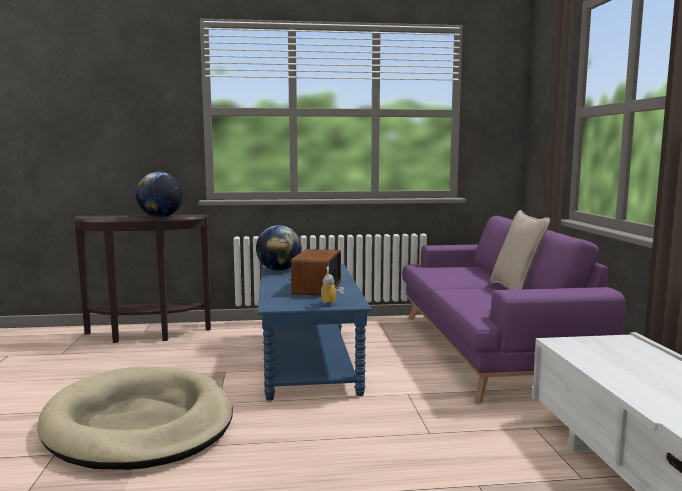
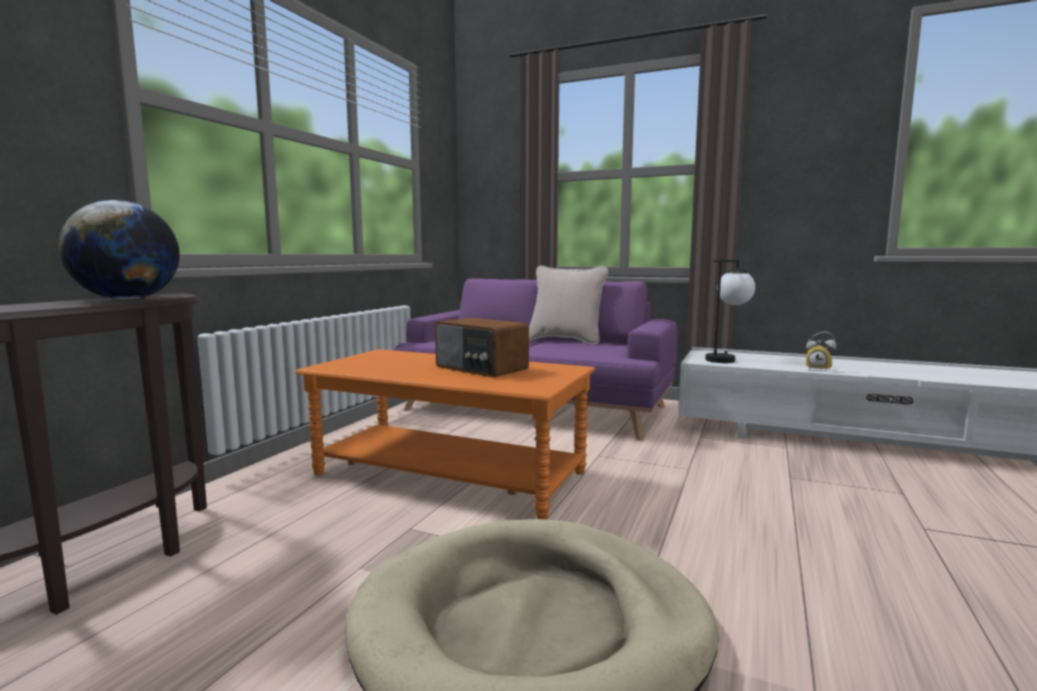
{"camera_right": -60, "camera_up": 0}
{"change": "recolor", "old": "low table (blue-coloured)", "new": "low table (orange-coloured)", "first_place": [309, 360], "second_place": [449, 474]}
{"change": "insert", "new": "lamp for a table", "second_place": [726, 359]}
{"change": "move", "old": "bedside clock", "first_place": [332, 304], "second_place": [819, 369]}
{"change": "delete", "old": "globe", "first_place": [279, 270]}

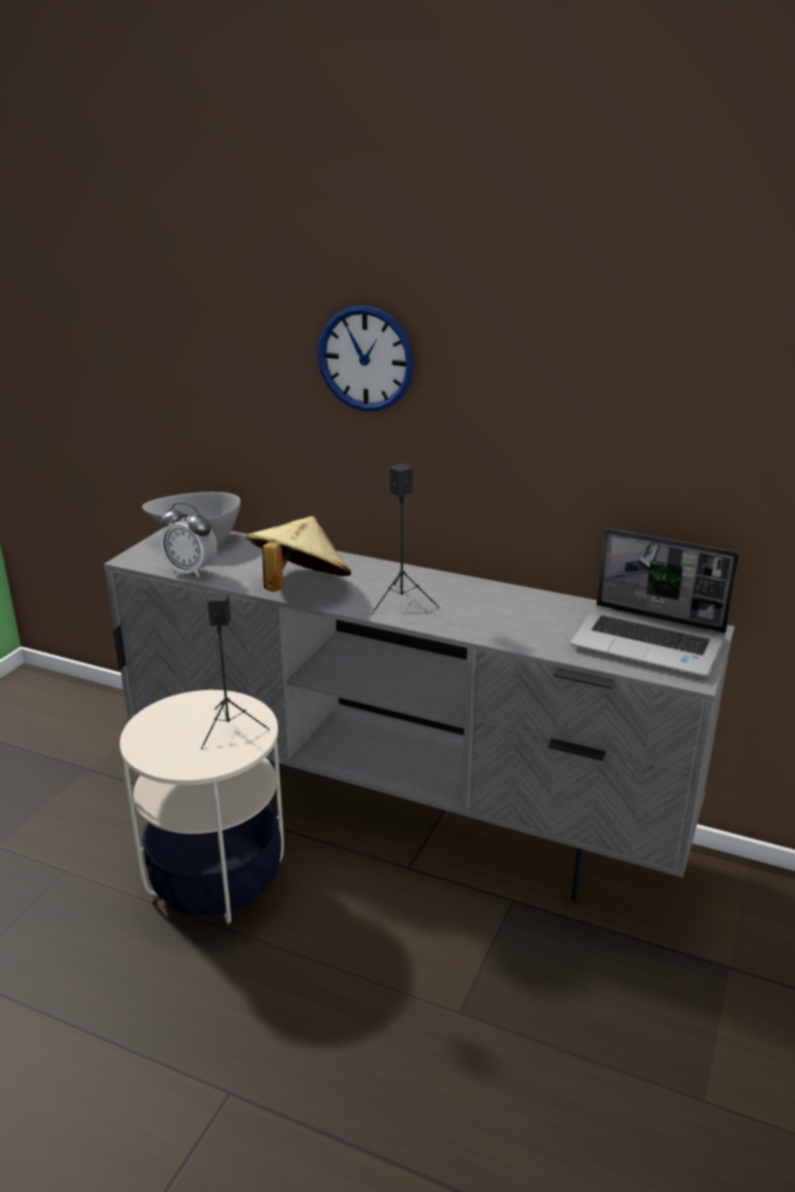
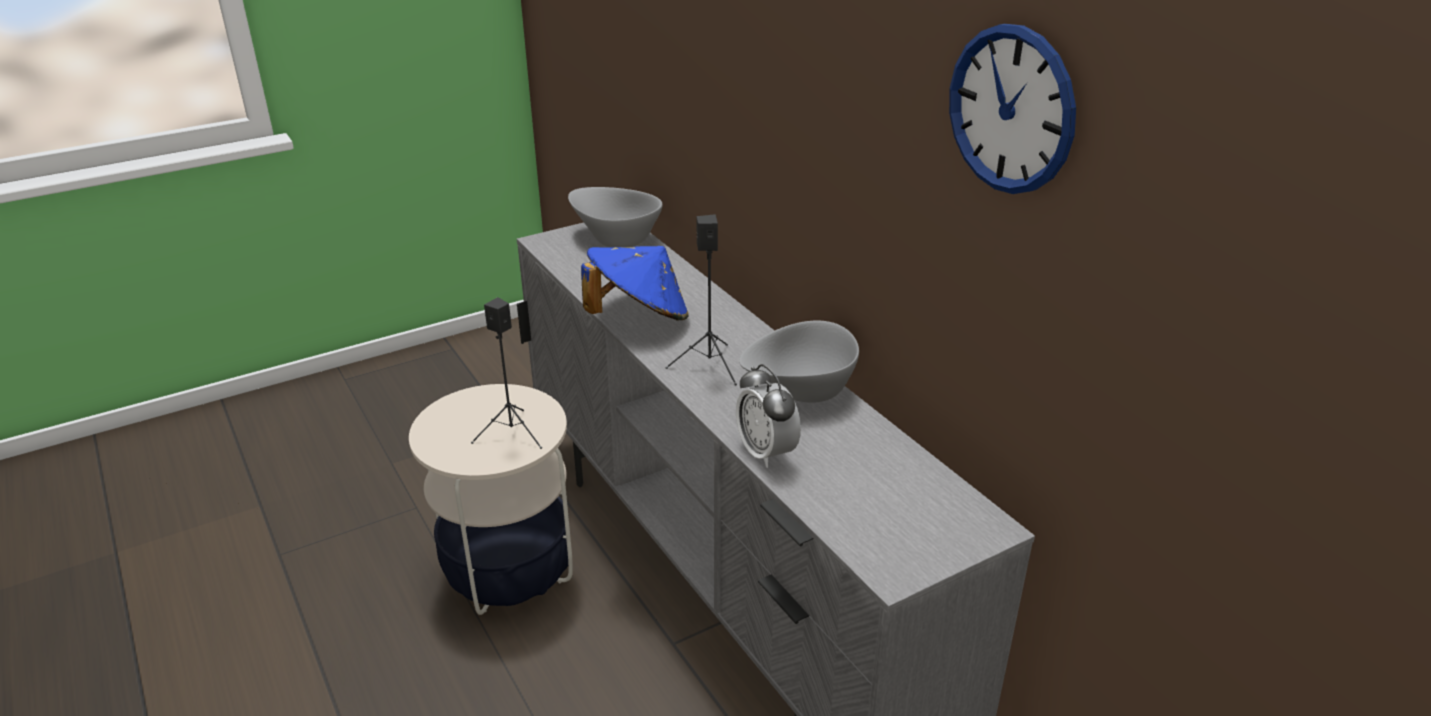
{"camera_right": 35, "camera_up": 5}
{"change": "recolor", "old": "wearable hat (beige-coloured)", "new": "wearable hat (blue-coloured)", "first_place": [299, 587], "second_place": [638, 316]}
{"change": "move", "old": "bedside clock", "first_place": [191, 571], "second_place": [766, 452]}
{"change": "insert", "new": "deep dish (grey)", "second_place": [800, 392]}
{"change": "move", "old": "hanging clock", "first_place": [366, 359], "second_place": [1011, 110]}
{"change": "delete", "old": "laptop", "first_place": [650, 643]}

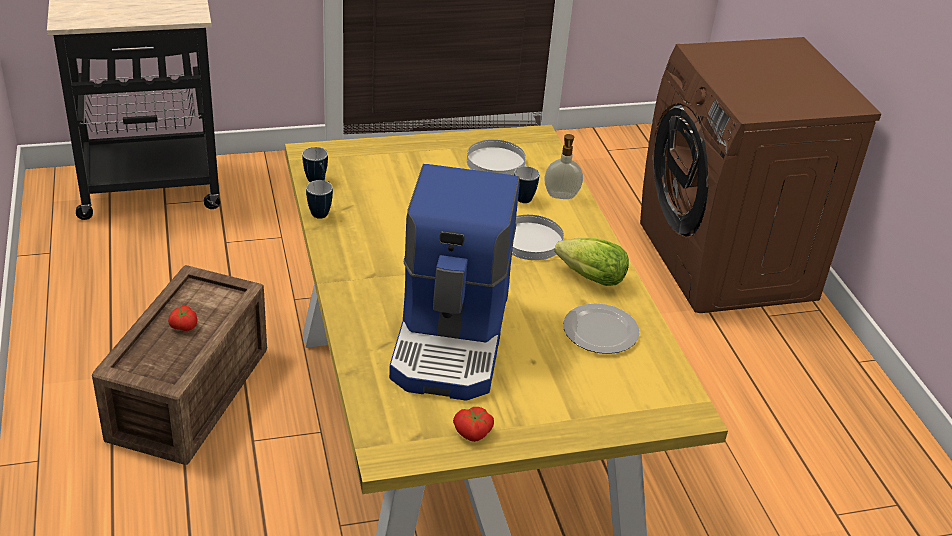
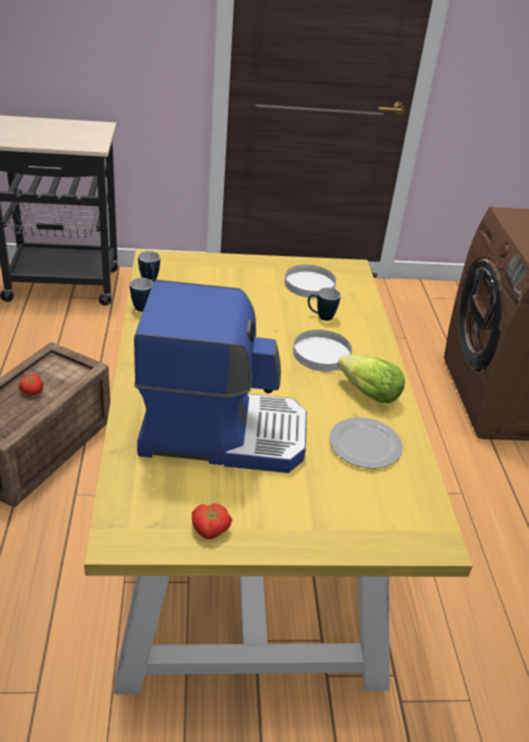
{"camera_right": 10, "camera_up": 0}
{"change": "rotate", "old": "coffee brewer", "first_place": [453, 338], "second_place": [222, 432], "degrees": -105}
{"change": "delete", "old": "soap dispenser", "first_place": [561, 196]}

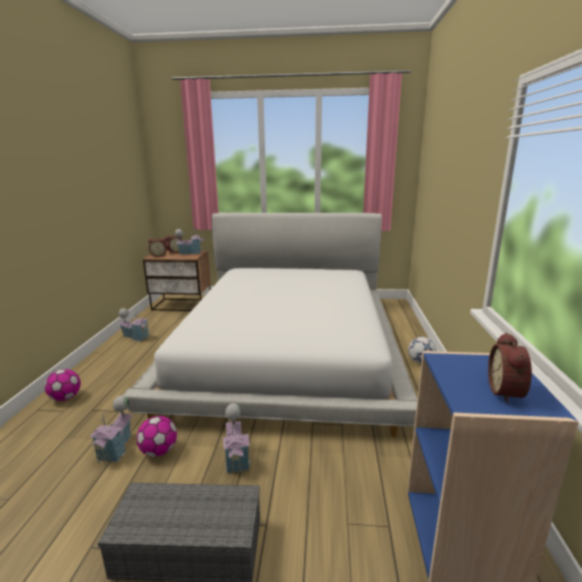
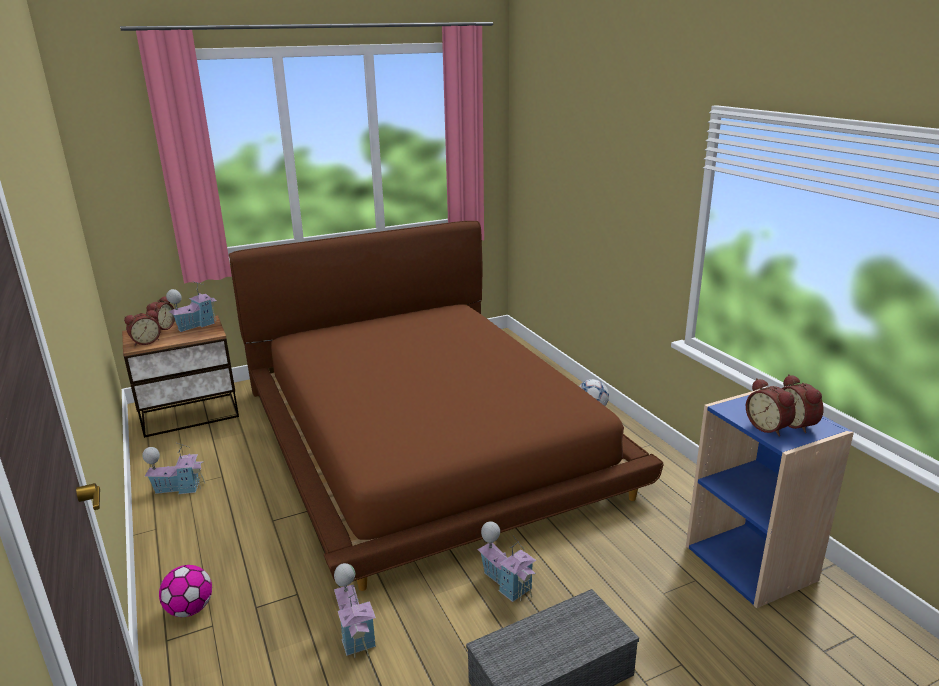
{"camera_right": -30, "camera_up": 5}
{"change": "recolor", "old": "bedroom bed (white-coloured)", "new": "bedroom bed (brown-coloured)", "first_place": [287, 347], "second_place": [425, 436]}
{"change": "insert", "new": "bedside clock", "second_place": [768, 427]}
{"change": "delete", "old": "football", "first_place": [159, 451]}

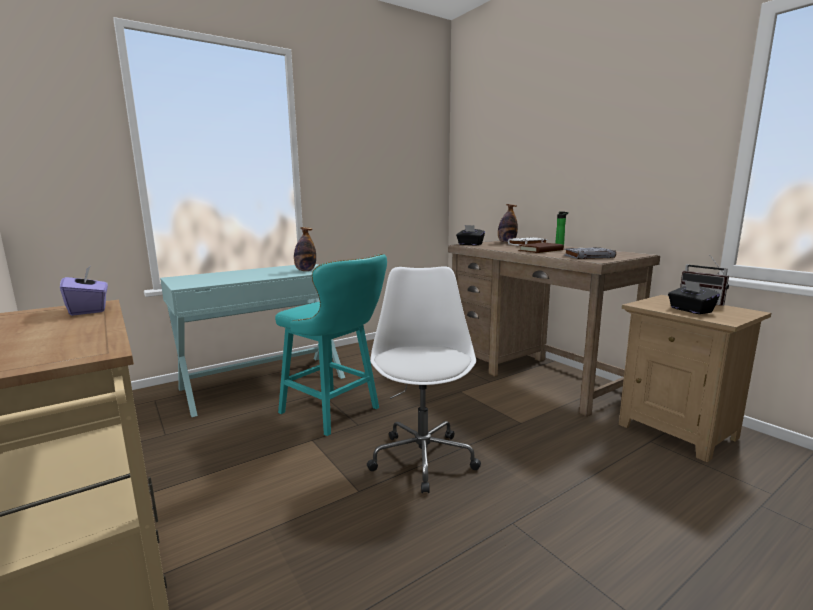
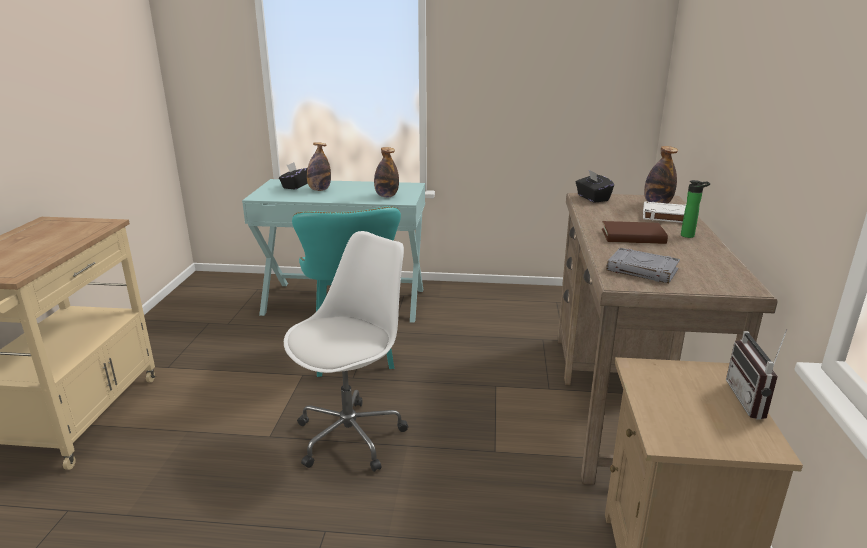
{"camera_right": 40, "camera_up": 10}
{"change": "move", "old": "box of tissues (black-coloured)", "first_place": [690, 310], "second_place": [295, 186]}
{"change": "insert", "new": "drink bottle", "second_place": [319, 190]}
{"change": "delete", "old": "box of tissues (purplish)", "first_place": [89, 309]}

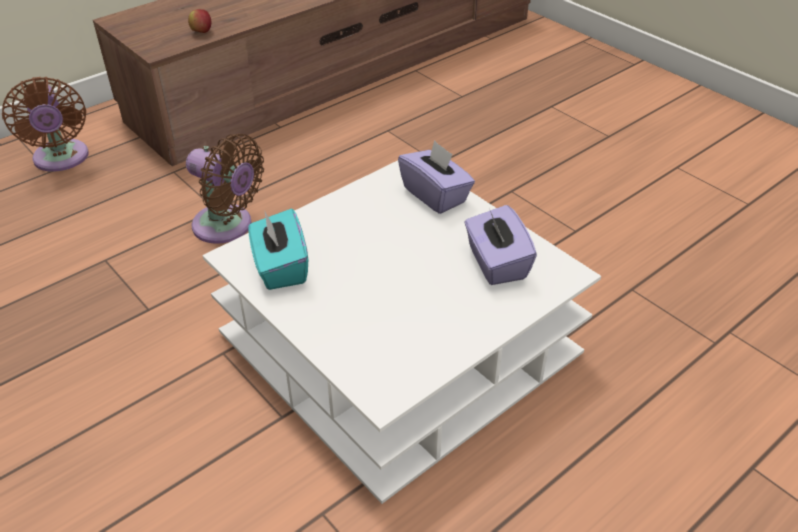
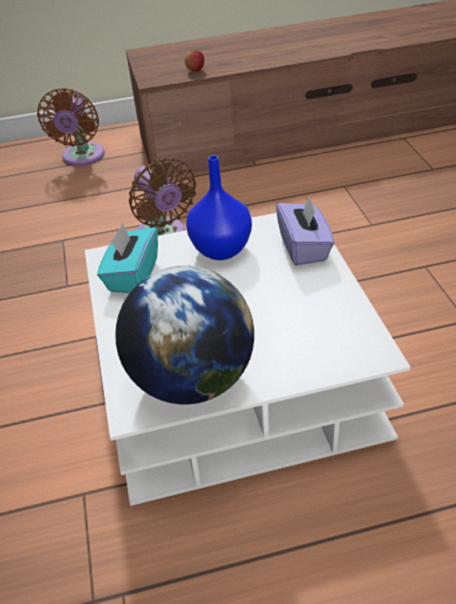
{"camera_right": 30, "camera_up": 0}
{"change": "insert", "new": "globe", "second_place": [191, 380]}
{"change": "insert", "new": "flower vase (blue-coloured)", "second_place": [222, 250]}
{"change": "delete", "old": "box of tissues (purplish)", "first_place": [496, 263]}

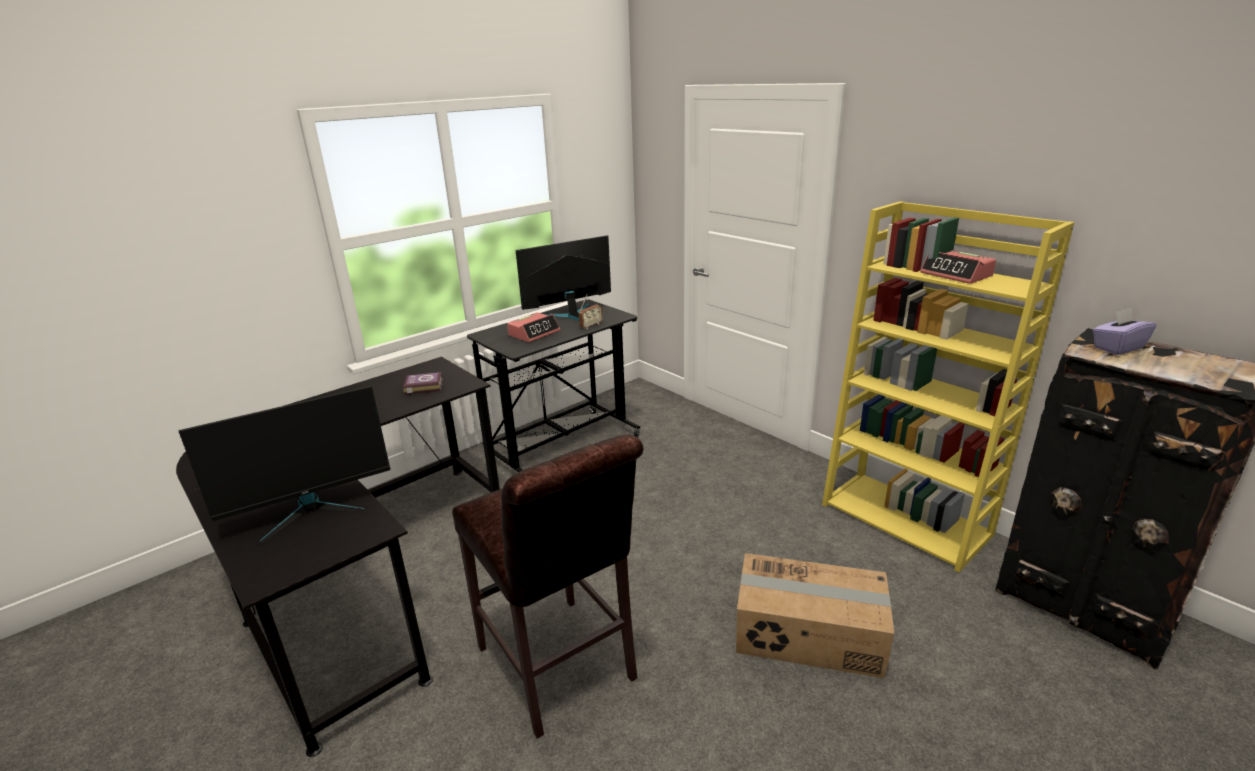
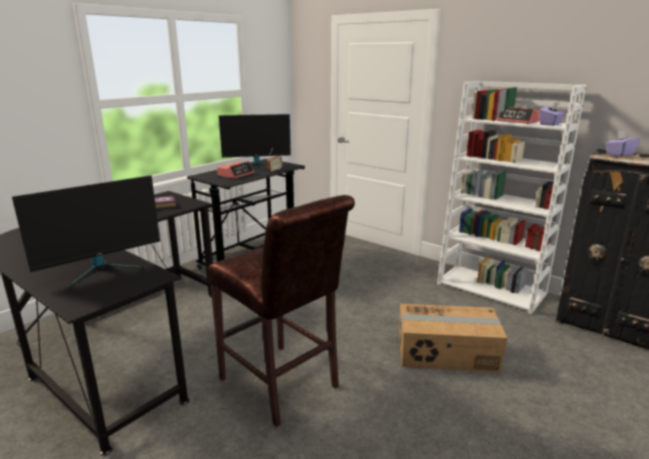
{"camera_right": -10, "camera_up": -5}
{"change": "rotate", "old": "computer display", "first_place": [569, 314], "second_place": [257, 165], "degrees": -150}
{"change": "recolor", "old": "bookshelf (yellowish)", "new": "bookshelf (white-coloured)", "first_place": [907, 519], "second_place": [492, 288]}
{"change": "insert", "new": "box of tissues (purplish)", "second_place": [550, 124]}

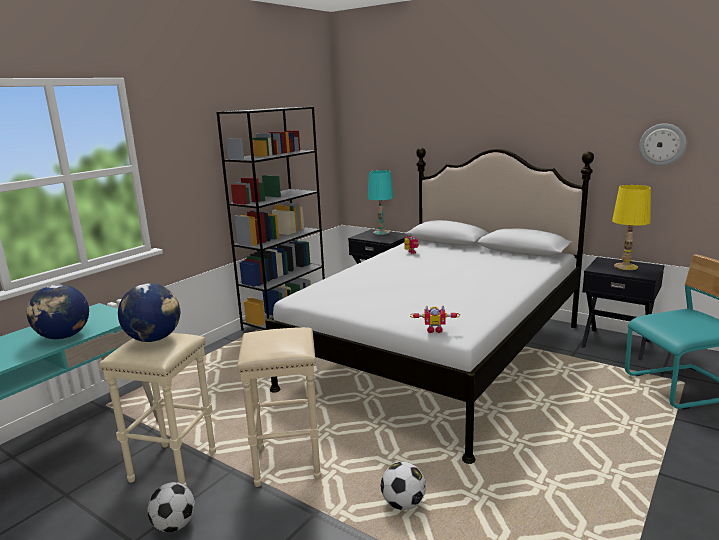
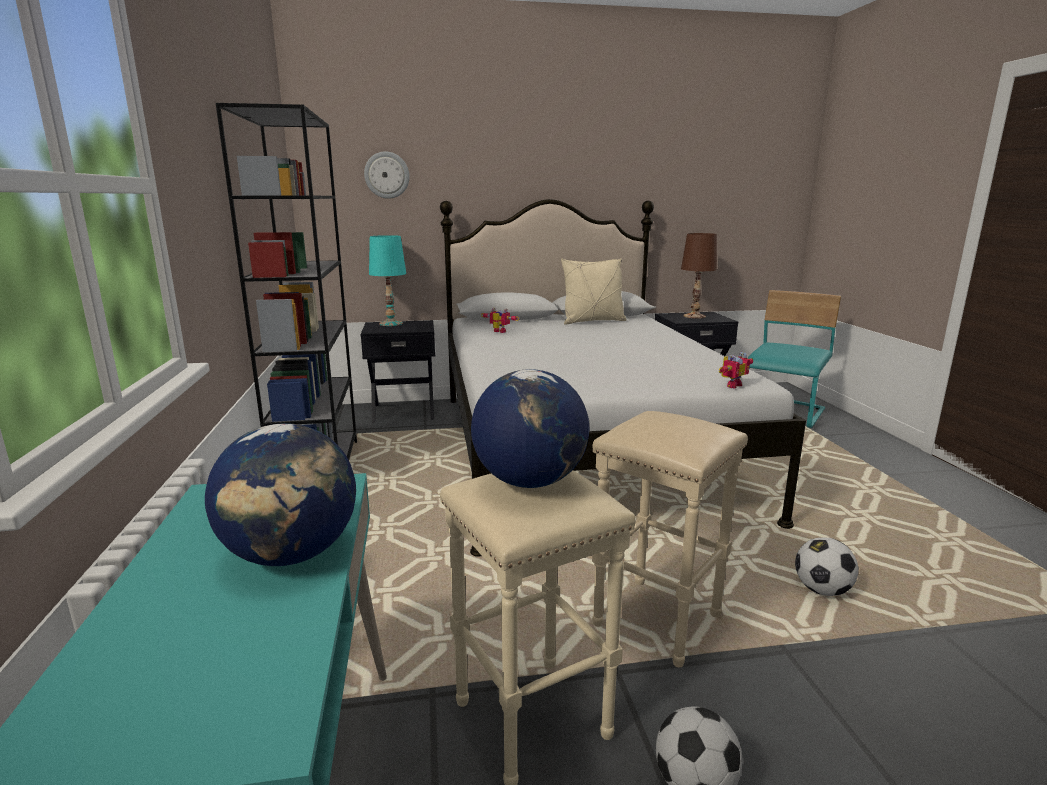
{"camera_right": -45, "camera_up": 0}
{"change": "move", "old": "hanging clock", "first_place": [662, 144], "second_place": [387, 175]}
{"change": "insert", "new": "throw pillow (beige-coloured)", "second_place": [593, 321]}
{"change": "recolor", "old": "lamp for a table (yellowish)", "new": "lamp for a table (brown-coloured)", "first_place": [625, 267], "second_place": [694, 316]}

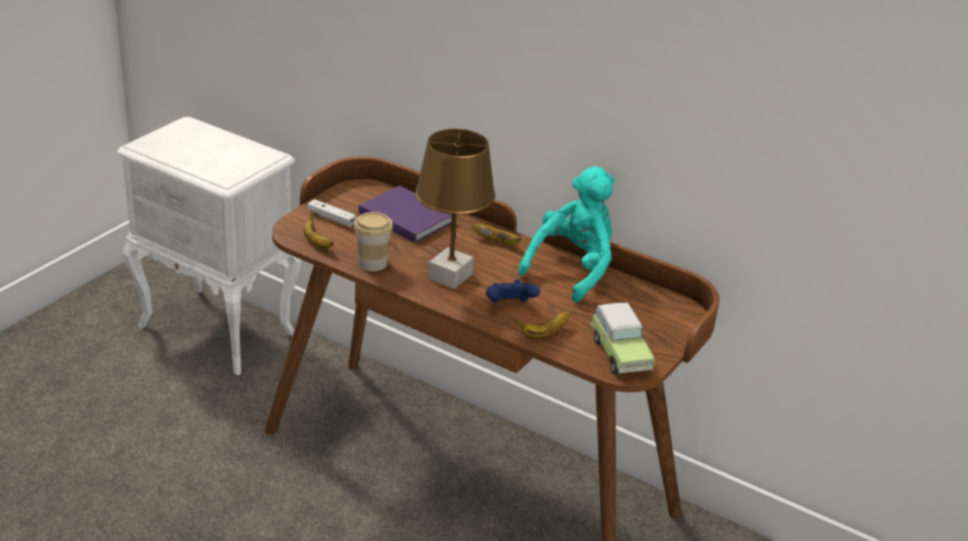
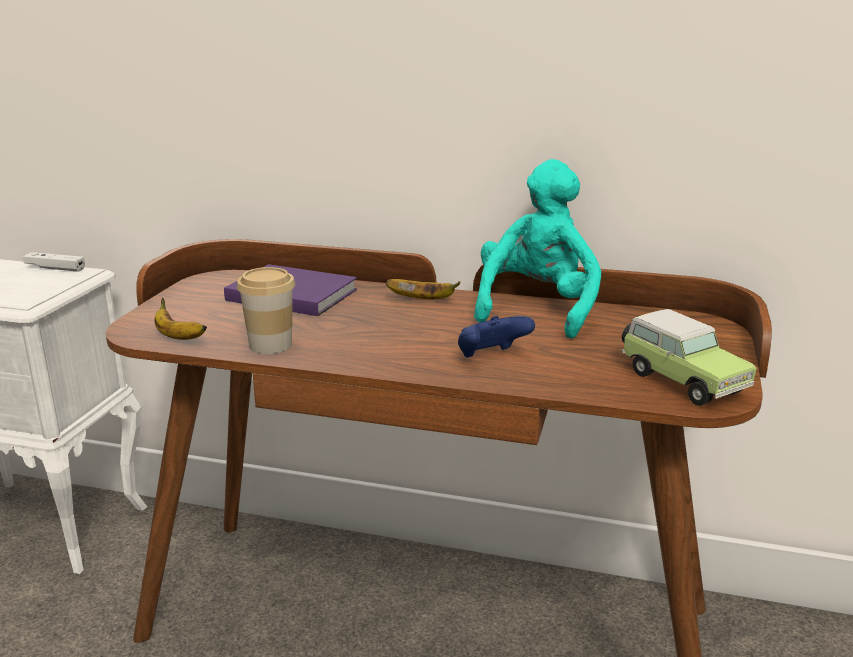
{"camera_right": -15, "camera_up": -10}
{"change": "move", "old": "game controller (white-coloured)", "first_place": [331, 218], "second_place": [55, 268]}
{"change": "delete", "old": "lamp for a table (brown-coloured)", "first_place": [450, 277]}
{"change": "delete", "old": "banana fruit", "first_place": [544, 333]}

